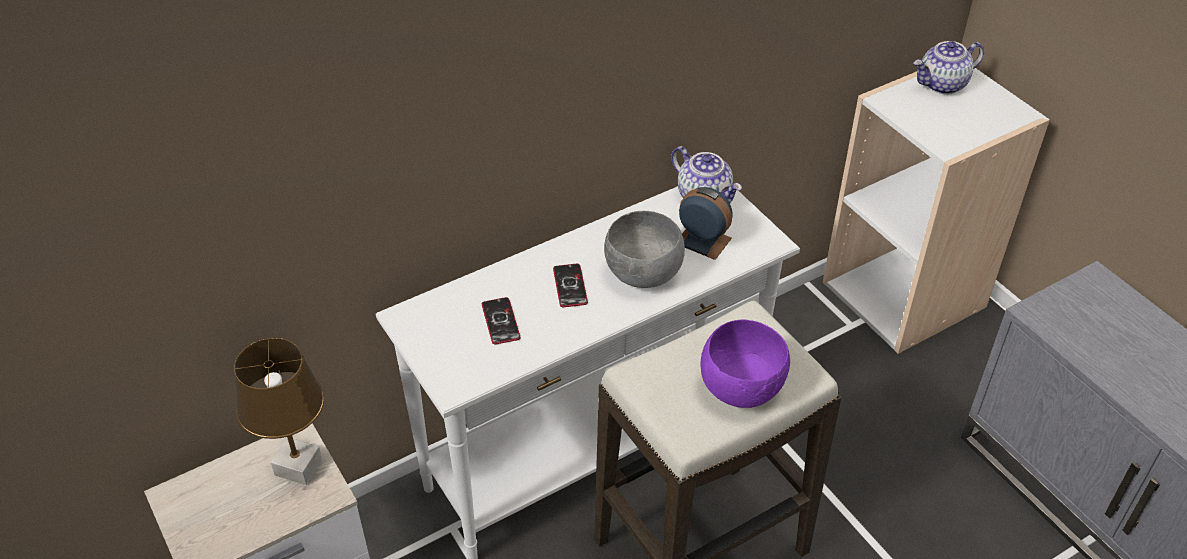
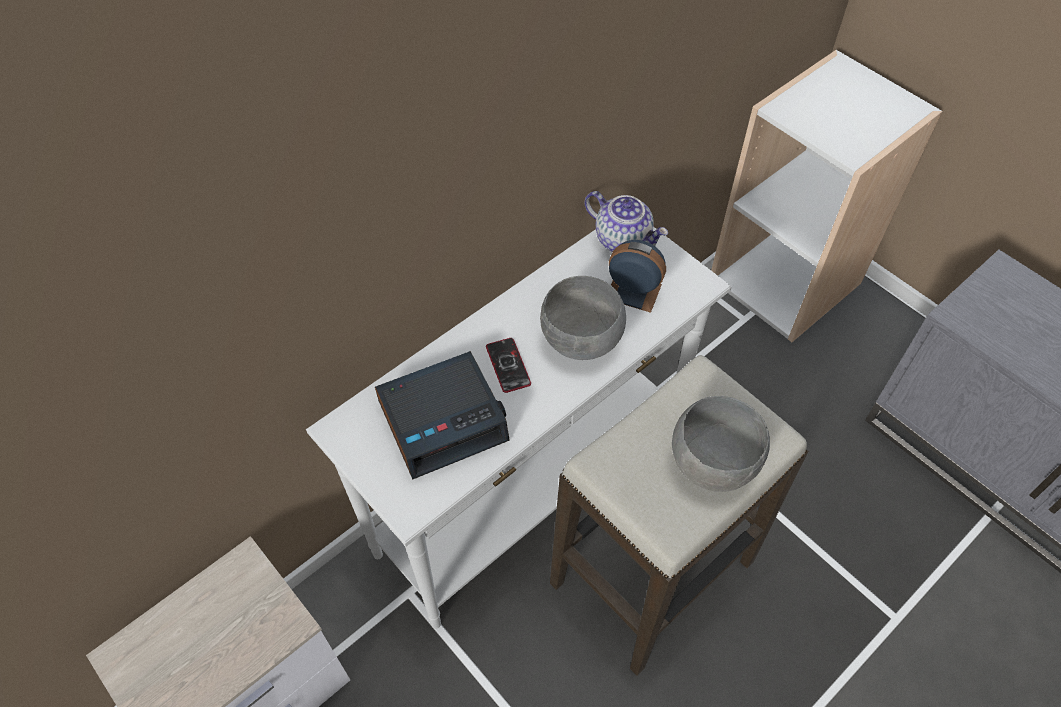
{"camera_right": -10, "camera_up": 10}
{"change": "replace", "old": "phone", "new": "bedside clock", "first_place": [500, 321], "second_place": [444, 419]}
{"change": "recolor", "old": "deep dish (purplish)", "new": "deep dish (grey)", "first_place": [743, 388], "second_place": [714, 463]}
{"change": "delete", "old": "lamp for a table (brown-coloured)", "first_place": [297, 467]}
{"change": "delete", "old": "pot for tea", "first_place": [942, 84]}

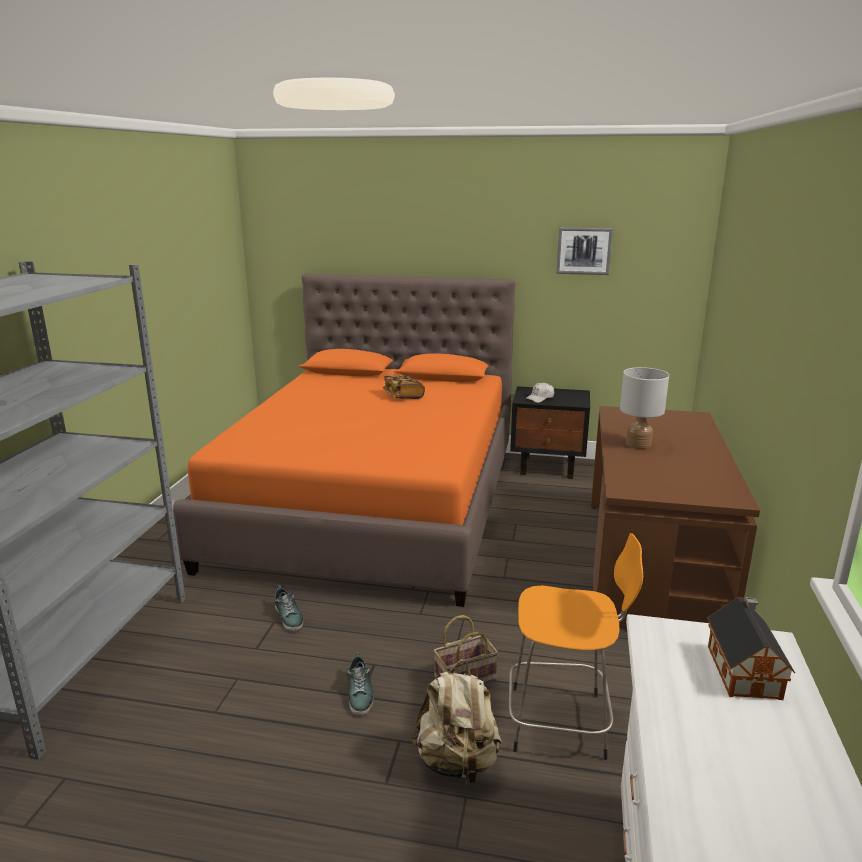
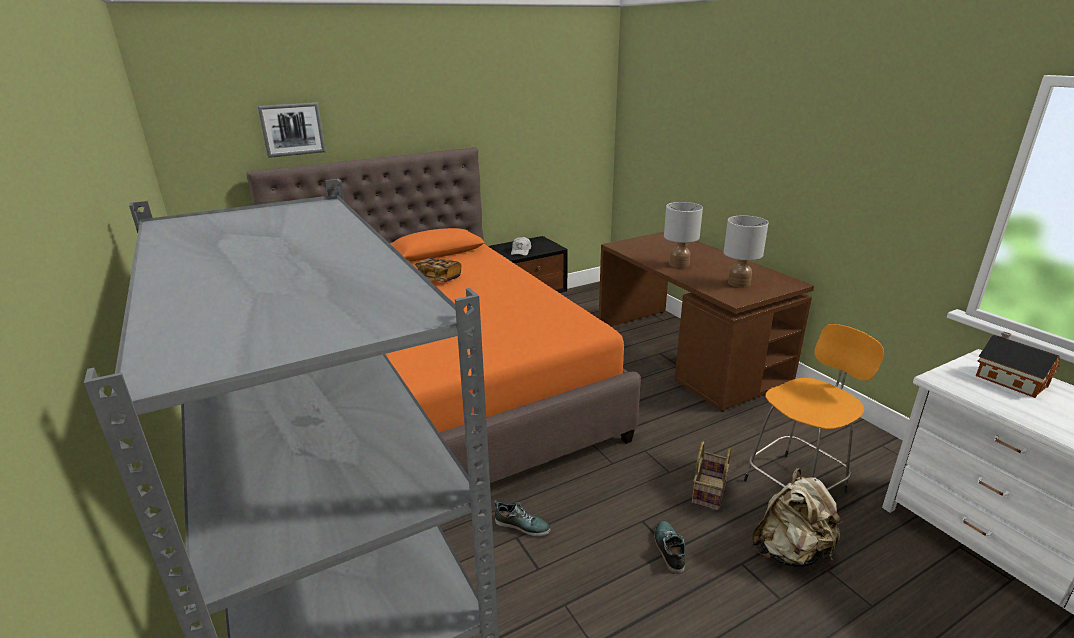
{"camera_right": -40, "camera_up": 5}
{"change": "move", "old": "wall art", "first_place": [584, 251], "second_place": [292, 129]}
{"change": "rotate", "old": "item of footwear", "first_place": [360, 694], "second_place": [668, 549], "degrees": -135}
{"change": "insert", "new": "lamp for a table (grey)", "second_place": [739, 283]}

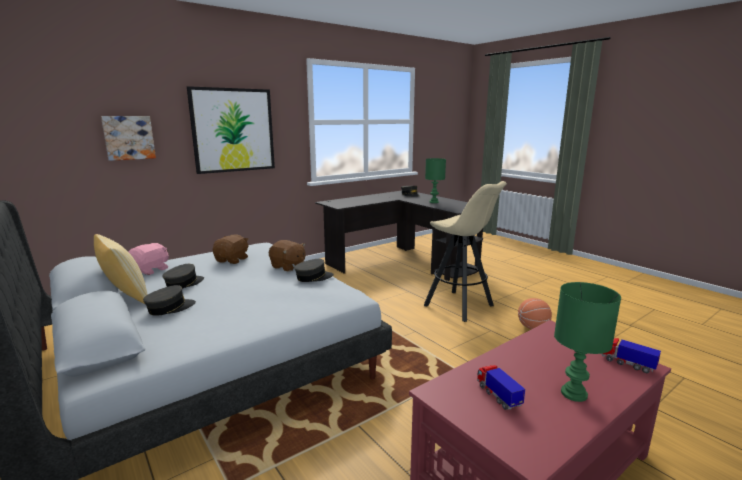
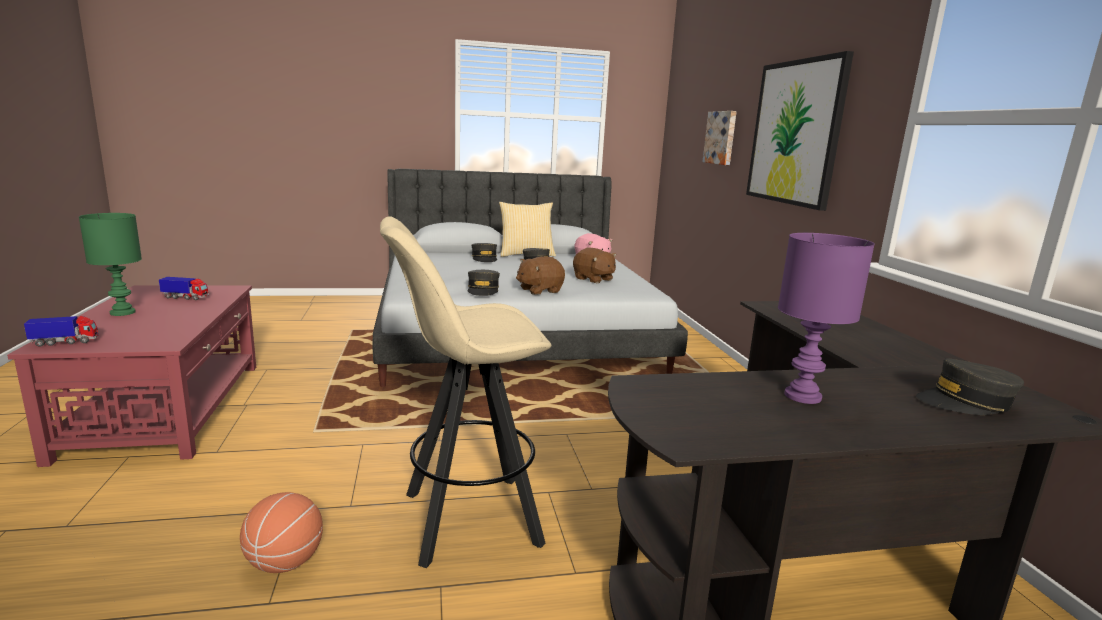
{"camera_right": 115, "camera_up": 0}
{"change": "recolor", "old": "lamp for a table (green-coloured)", "new": "lamp for a table (purplish)", "first_place": [433, 202], "second_place": [802, 396]}

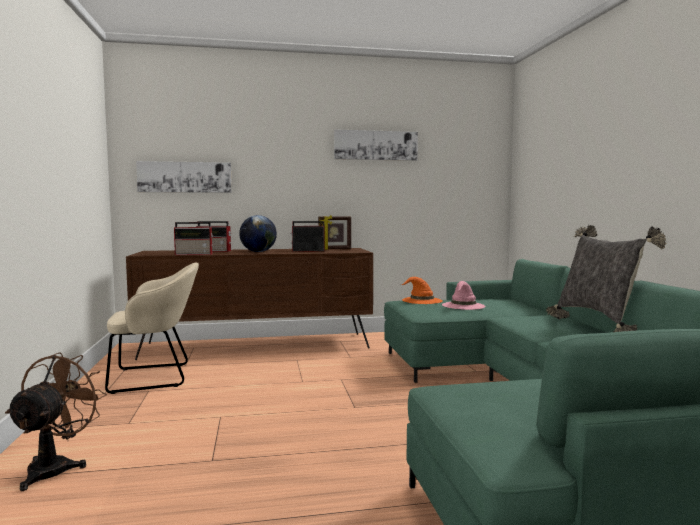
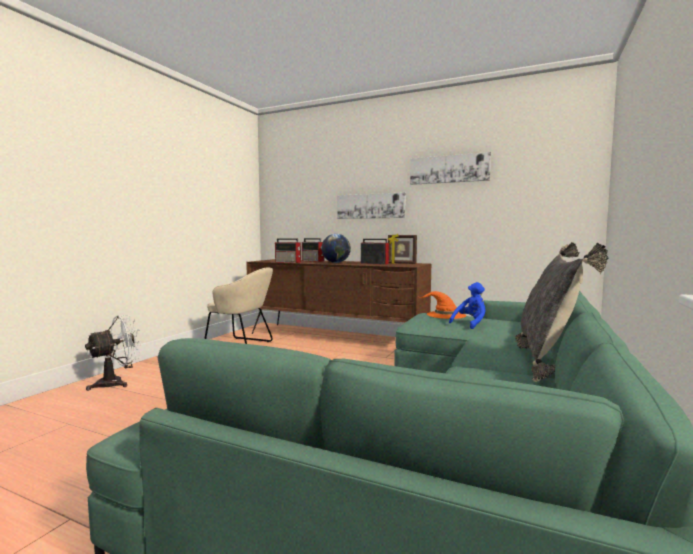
{"camera_right": 35, "camera_up": 0}
{"change": "recolor", "old": "electric fan (brown-coloured)", "new": "electric fan (white-coloured)", "first_place": [56, 467], "second_place": [117, 383]}
{"change": "move", "old": "wall art", "first_place": [185, 177], "second_place": [370, 206]}
{"change": "replace", "old": "wearable hat (pink-coloured)", "new": "cuddly toy (blue-coloured)", "first_place": [463, 305], "second_place": [470, 324]}

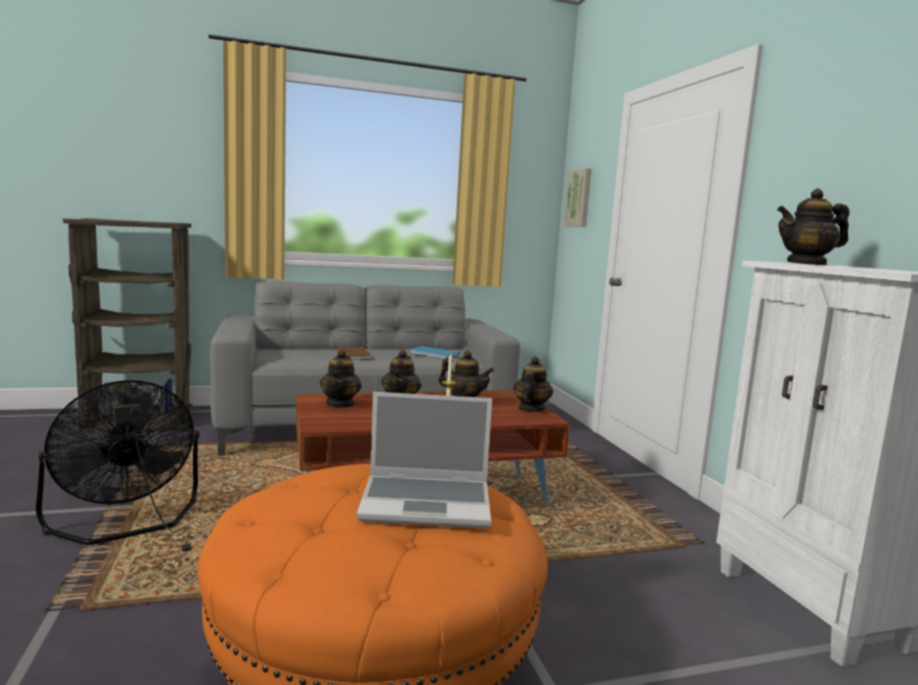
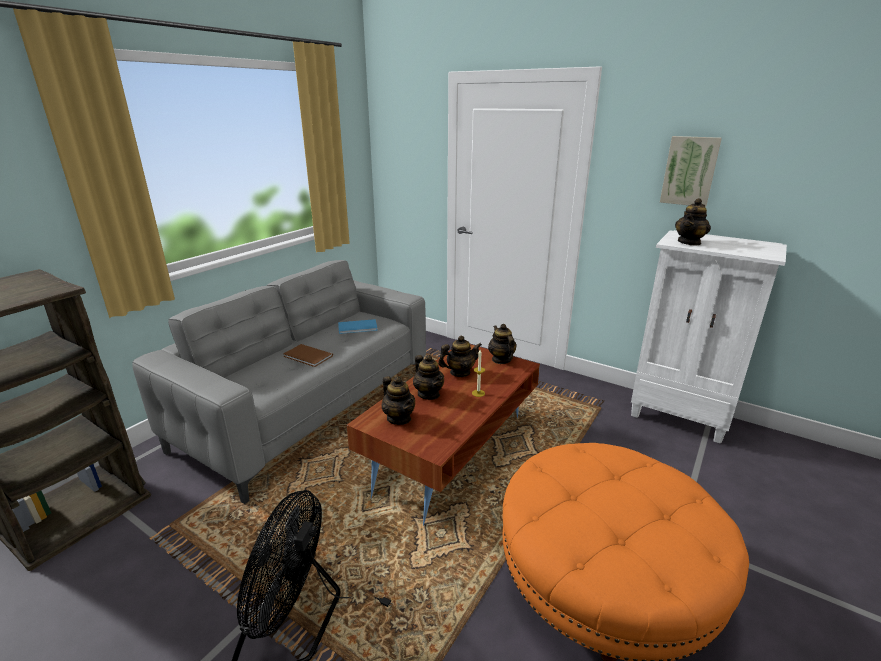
{"camera_right": -40, "camera_up": 15}
{"change": "move", "old": "wall art", "first_place": [579, 198], "second_place": [689, 171]}
{"change": "delete", "old": "laptop", "first_place": [428, 503]}

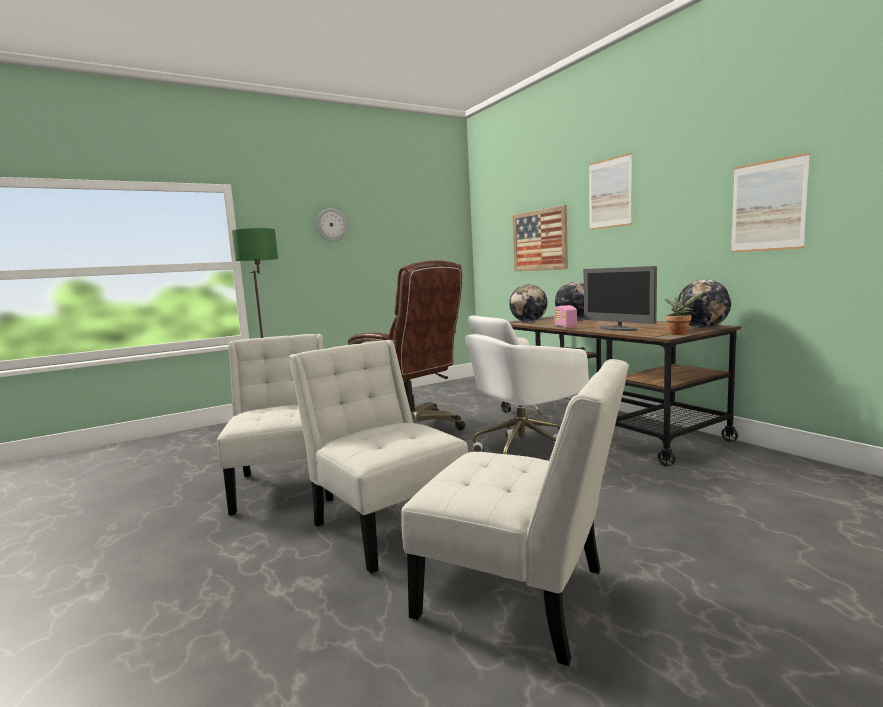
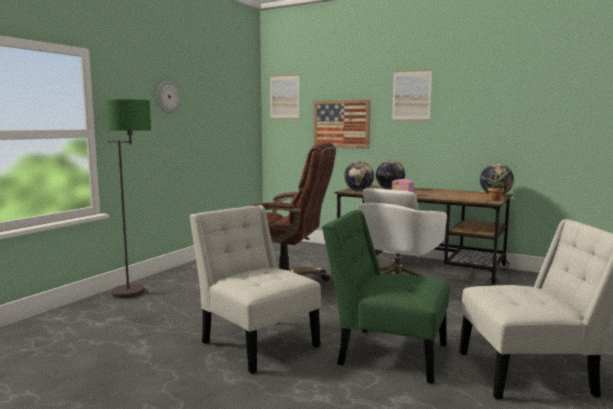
{"camera_right": -30, "camera_up": 0}
{"change": "move", "old": "wall art", "first_place": [768, 206], "second_place": [284, 97]}
{"change": "recolor", "old": "plain chair (white-coloured)", "new": "plain chair (green-coloured)", "first_place": [386, 523], "second_place": [386, 353]}
{"change": "delete", "old": "computer display", "first_place": [618, 329]}

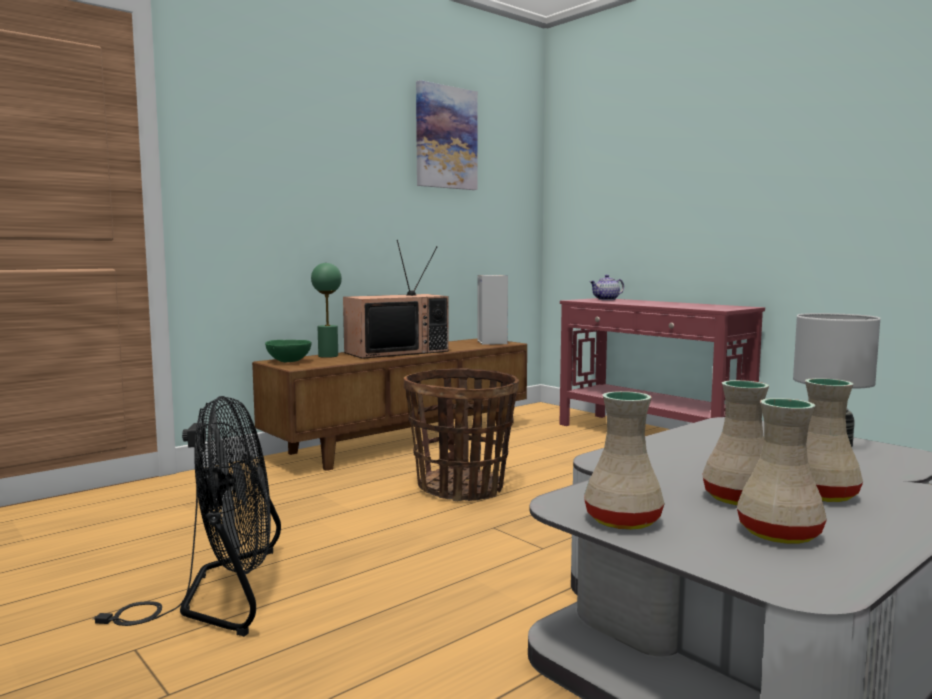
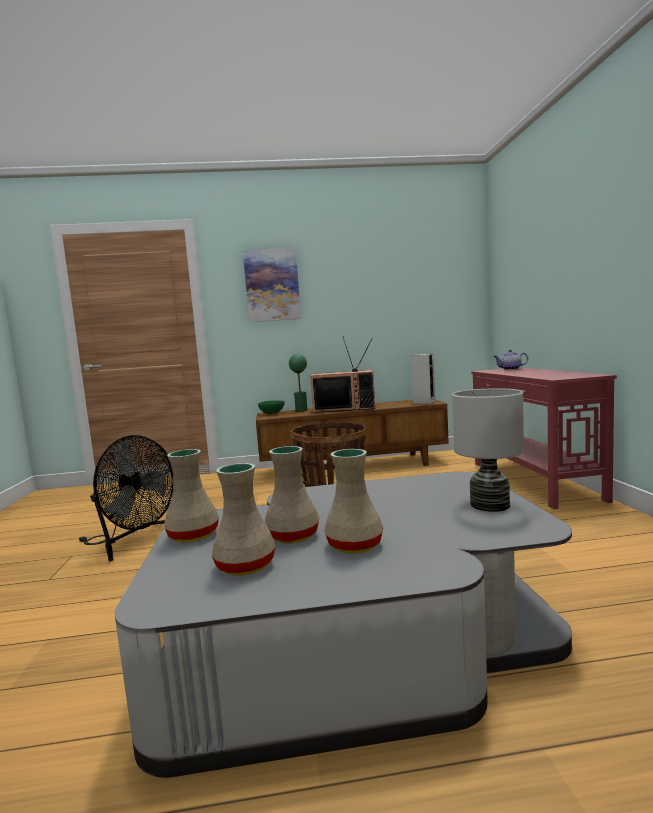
{"camera_right": 35, "camera_up": 0}
{"change": "move", "old": "wall art", "first_place": [446, 138], "second_place": [272, 285]}

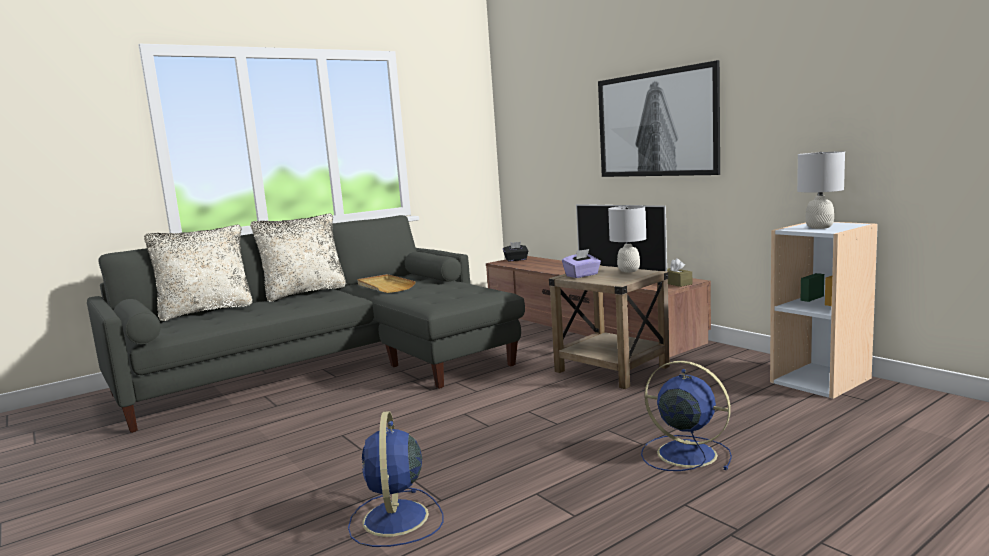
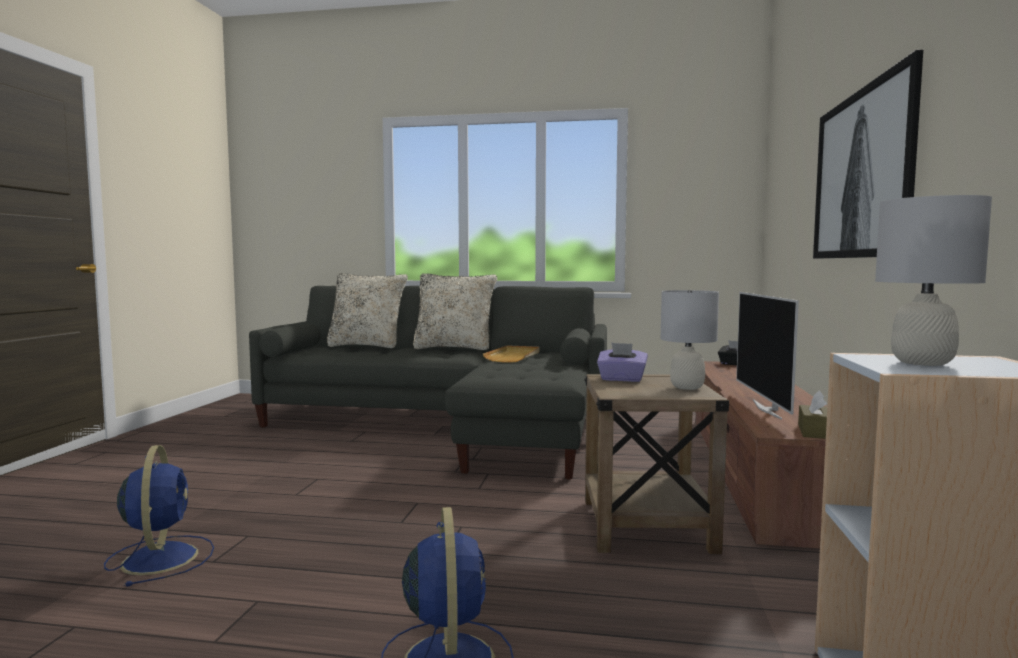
{"camera_right": 45, "camera_up": -5}
{"change": "rotate", "old": "electric fan (blue-coloured)", "first_place": [395, 520], "second_place": [161, 557], "degrees": 120}

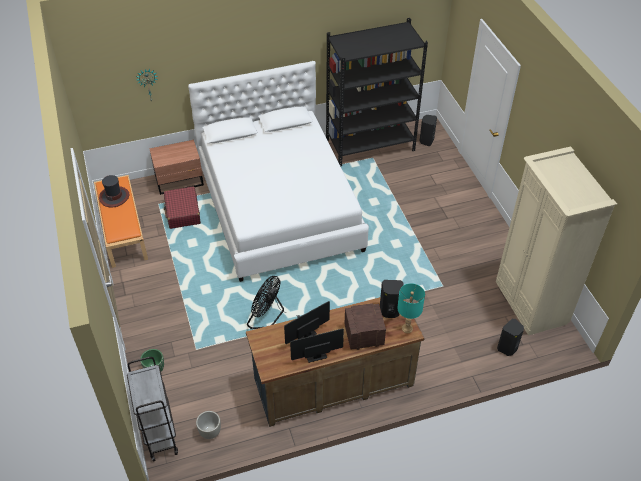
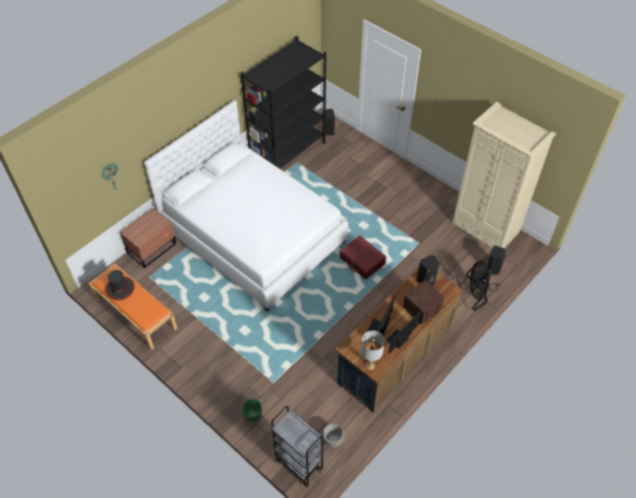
{"camera_right": -30, "camera_up": 5}
{"change": "move", "old": "suitcase (red-coloured)", "first_place": [182, 212], "second_place": [362, 261]}
{"change": "insert", "new": "lamp for a table (grey)", "second_place": [370, 365]}
{"change": "move", "old": "electric fan (black-coloured)", "first_place": [272, 315], "second_place": [479, 292]}
{"change": "delete", "old": "lamp for a table (blue-green)", "first_place": [407, 328]}

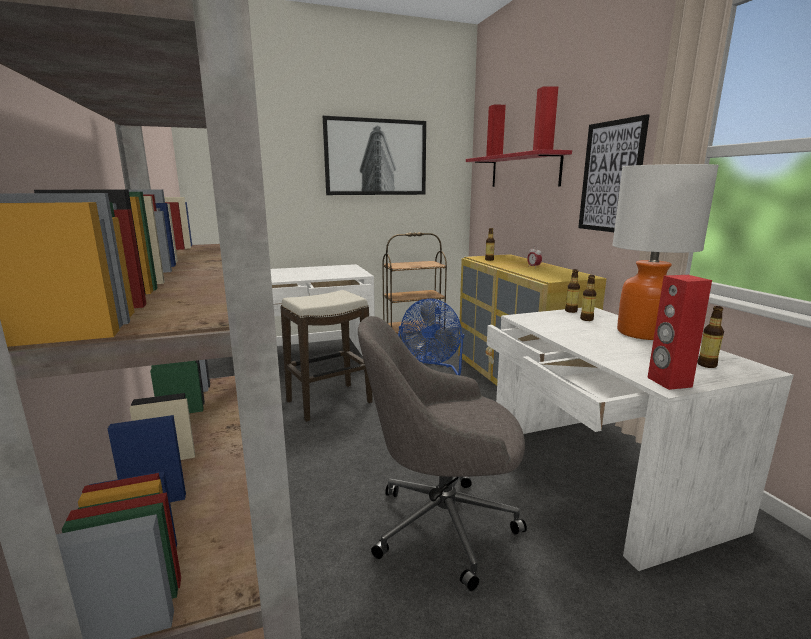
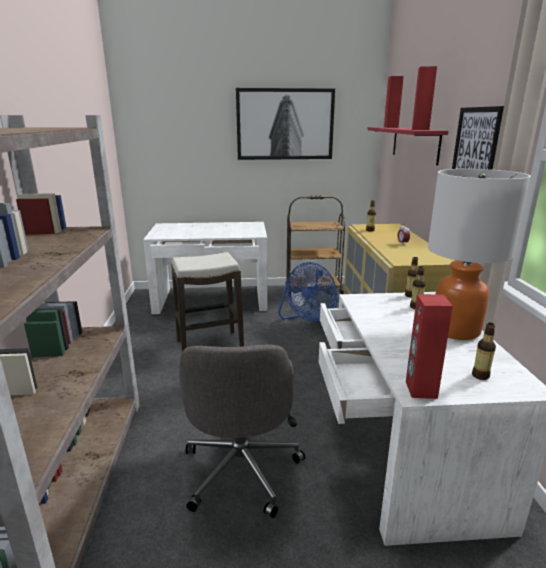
{"camera_right": 15, "camera_up": 5}
{"change": "rotate", "old": "desk chair (grey)", "first_place": [442, 526], "second_place": [241, 471], "degrees": -105}

